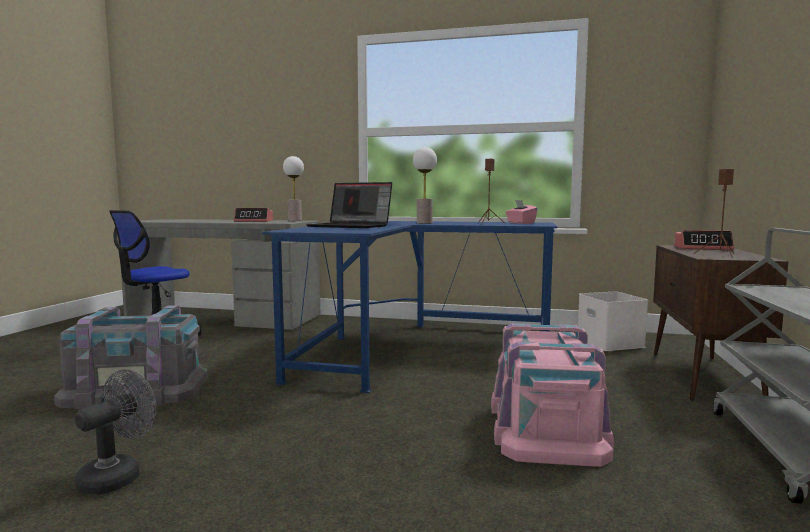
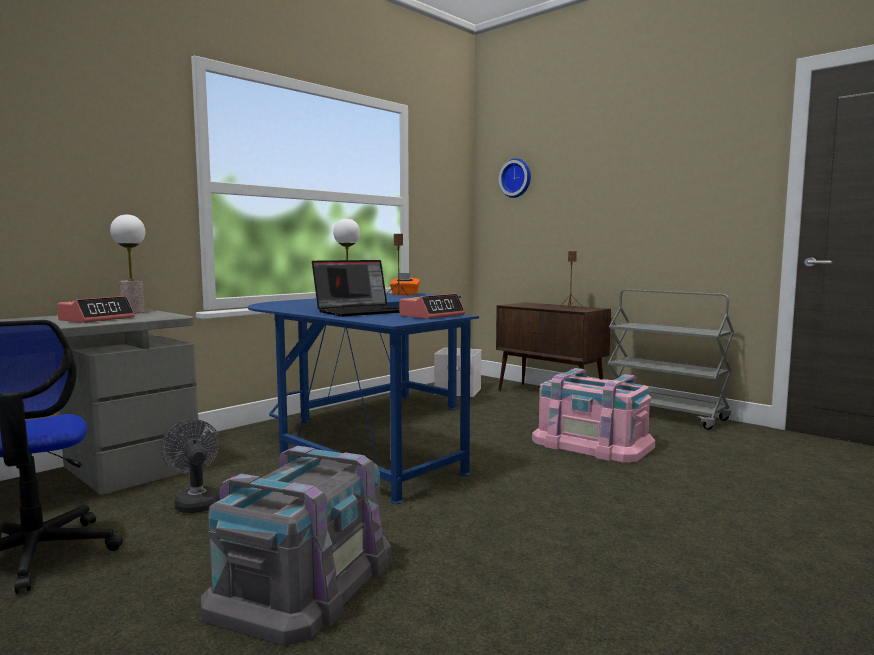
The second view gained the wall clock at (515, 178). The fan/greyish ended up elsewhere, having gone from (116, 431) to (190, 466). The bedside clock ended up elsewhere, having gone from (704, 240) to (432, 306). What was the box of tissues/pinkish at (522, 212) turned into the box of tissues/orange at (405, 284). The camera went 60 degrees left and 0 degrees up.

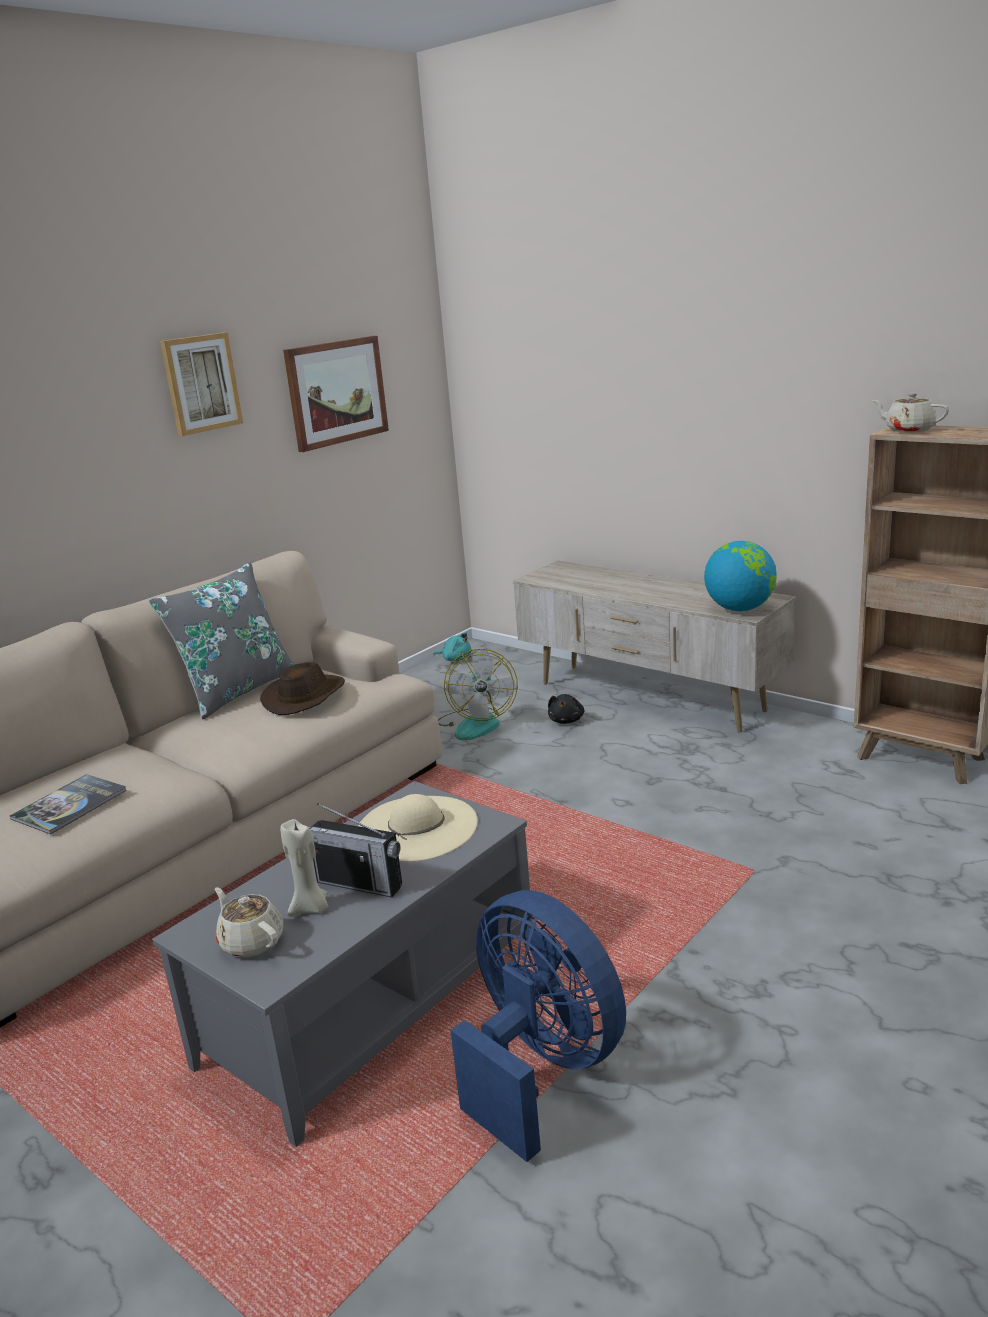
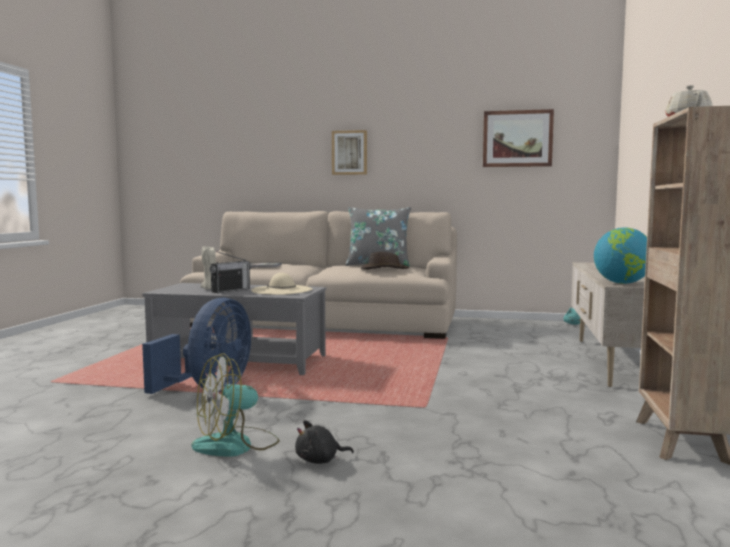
The second view lost the pot for tea/sand-coloured at (248, 922). The picture ended up elsewhere, having gone from (201, 384) to (349, 152). The fan ended up elsewhere, having gone from (478, 694) to (236, 405). The cuddly toy/black-coloured ended up elsewhere, having gone from (566, 709) to (324, 442). The radio at (355, 850) ended up facing another way, 135 degrees counterclockwise from before. The camera went 60 degrees right and 15 degrees down.

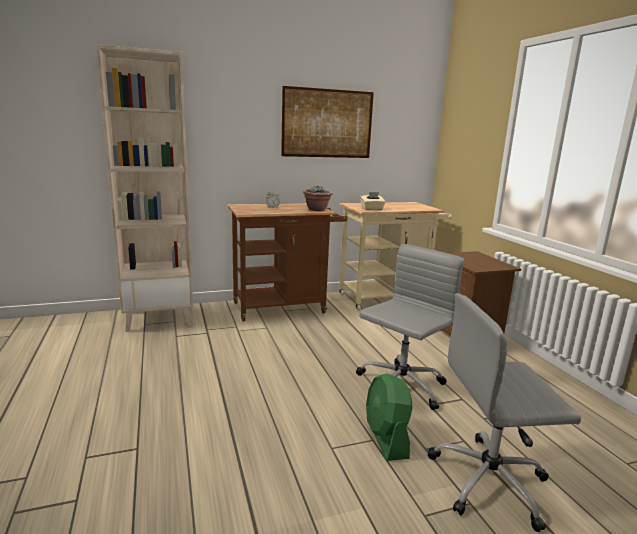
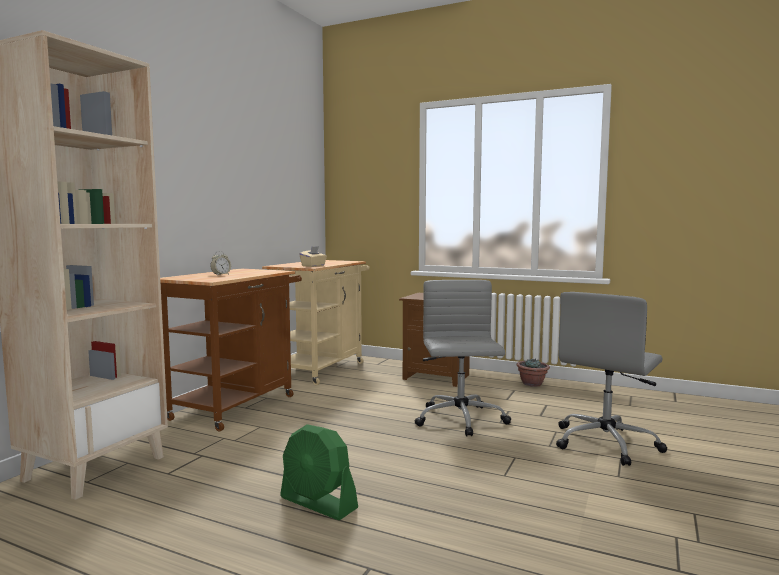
The second view lost the picture at (327, 122). The plant in a pot ended up elsewhere, having gone from (318, 198) to (533, 373). The fan/green-coloured ended up elsewhere, having gone from (389, 417) to (319, 472). The camera went 45 degrees left and 10 degrees down.

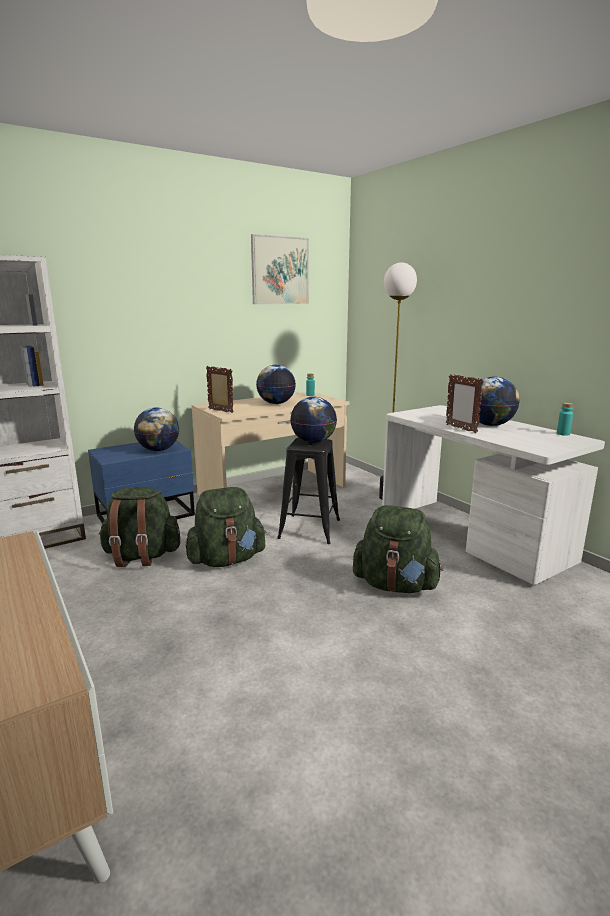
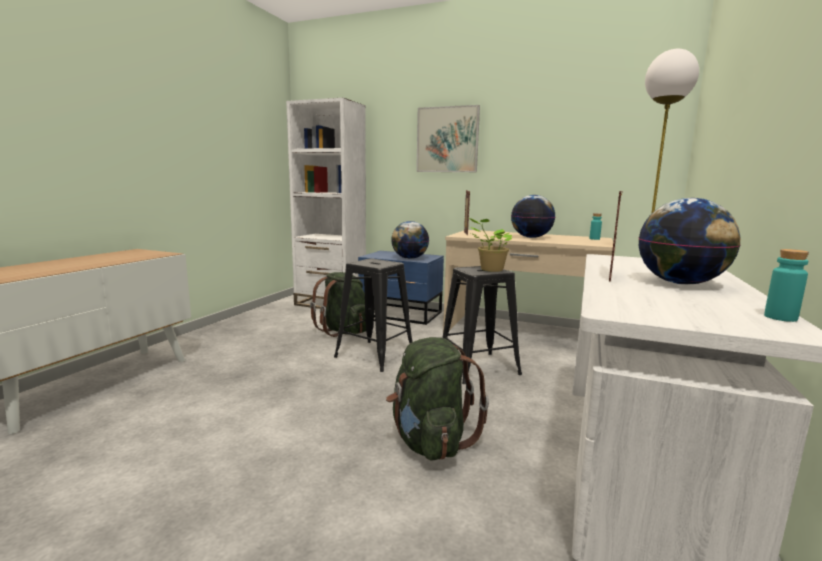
The picture ended up elsewhere, having gone from (280, 269) to (448, 138). Where the backpack/green-coloured stood at (226, 527), the sitting stool/black-coloured came to stand at (373, 315). Where the globe stood at (313, 420), the plant in a pot came to stand at (491, 245). The camera went 55 degrees right and 5 degrees down.

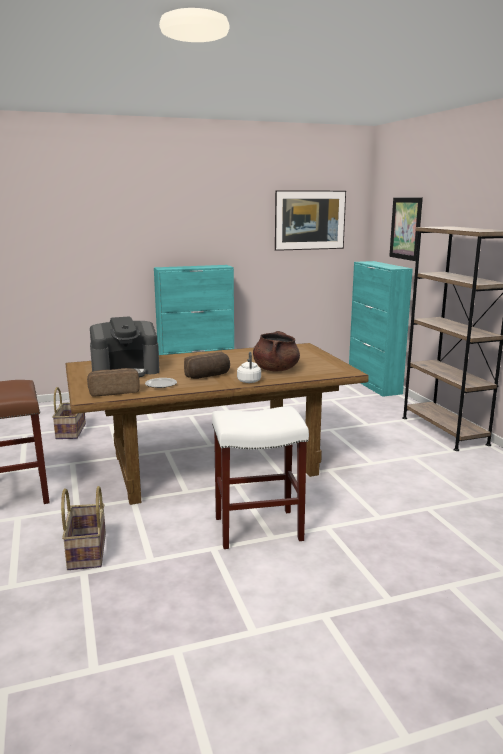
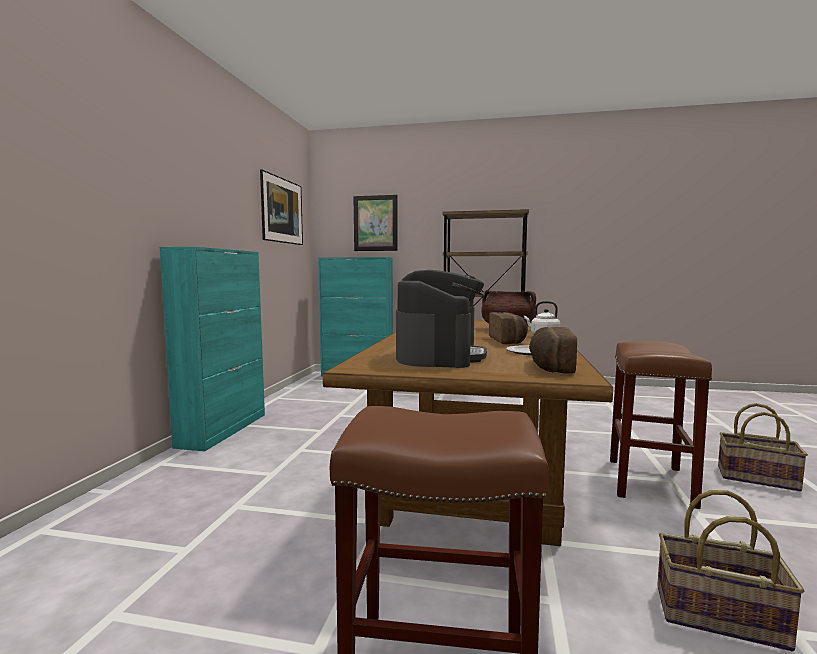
The household basket ended up elsewhere, having gone from (69, 413) to (763, 447). What was the sitting stool/whitish at (260, 477) turned into the sitting stool/brown at (661, 425). The camera went 60 degrees left and 10 degrees down.

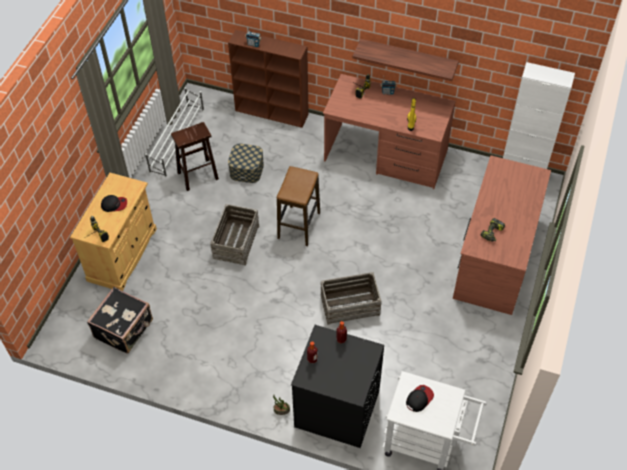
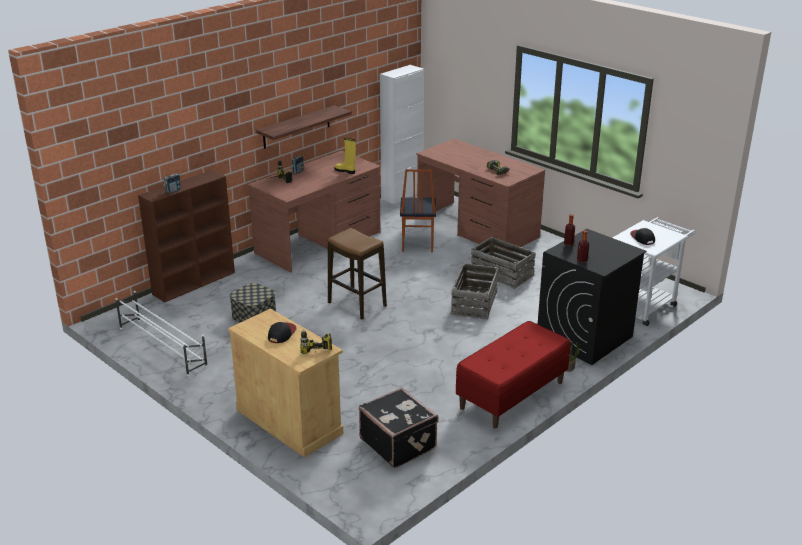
The second view lost the sitting stool/brown at (195, 156). The second view gained the chair at (418, 211). The second view gained the long seat/red at (513, 375). The packing crate ended up elsewhere, having gone from (235, 234) to (503, 263). The camera went 65 degrees left and 25 degrees down.

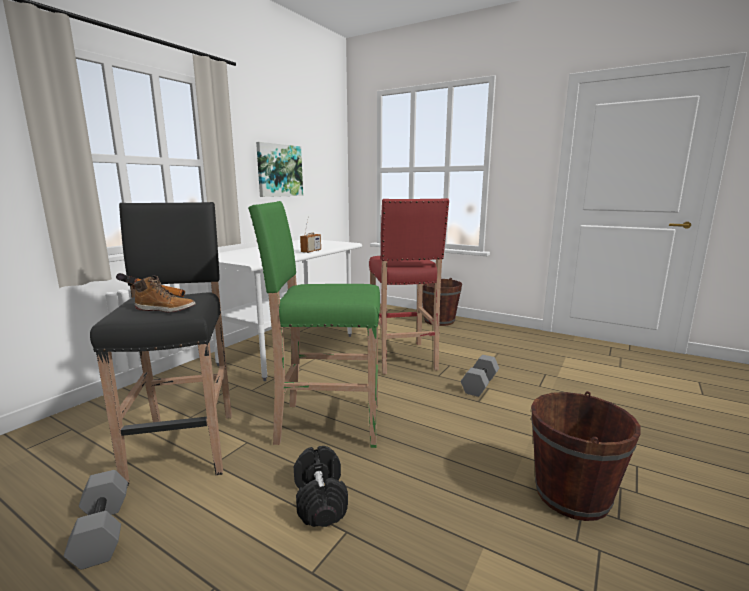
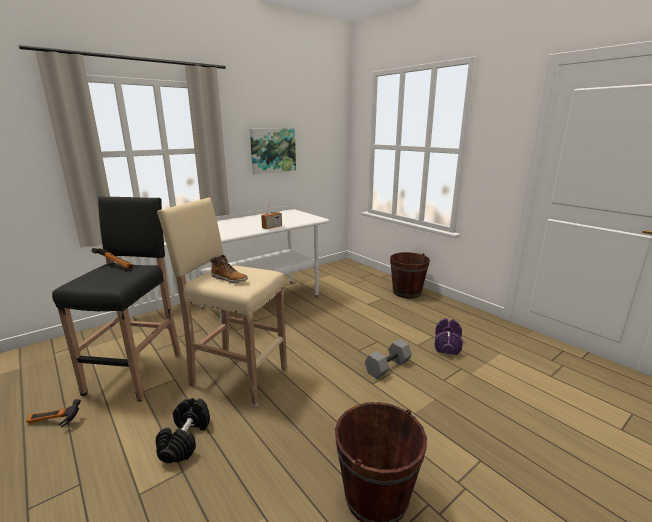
The second view lost the sitting stool/red at (409, 286). The second view gained the dumbbell/purplish at (448, 336). The high-top boot ended up elsewhere, having gone from (164, 294) to (229, 269). Where the dumbbell/greyish stood at (96, 520), the hammer came to stand at (53, 413). What was the sitting stool/green-coloured at (314, 324) turned into the sitting stool/sand-coloured at (222, 302). The camera went 20 degrees right and 5 degrees up.

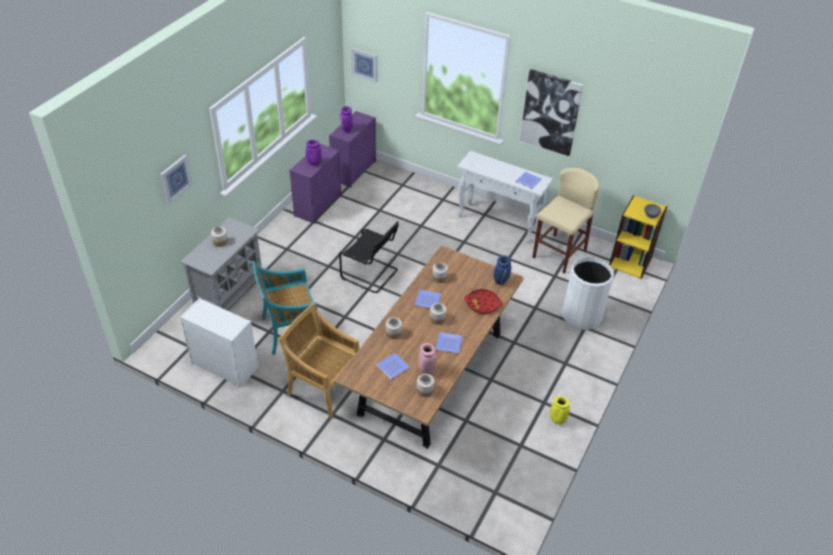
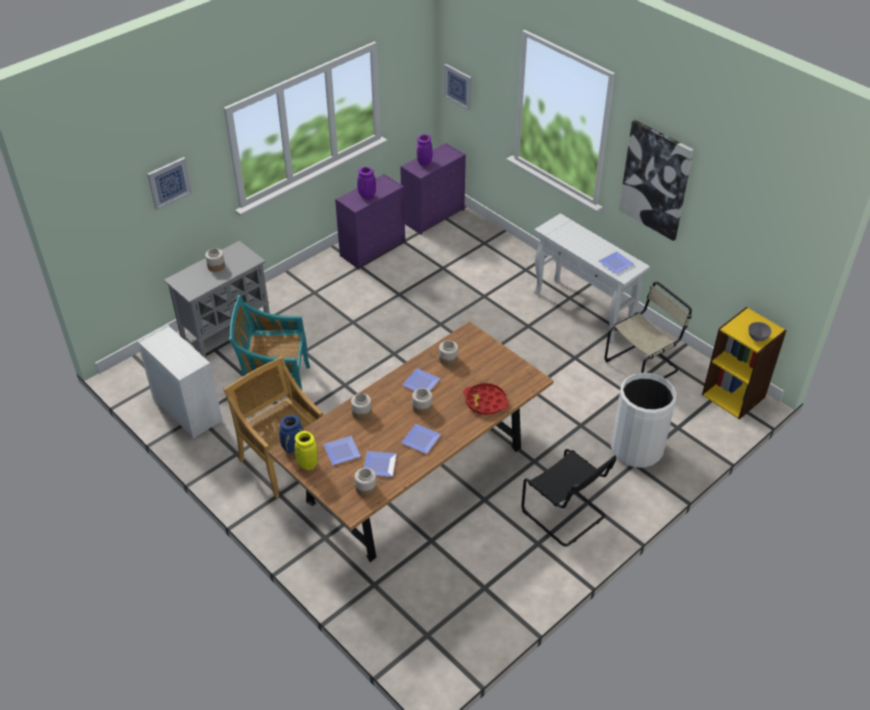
The chair/black-coloured ended up elsewhere, having gone from (369, 257) to (568, 497). The vase/blue ended up elsewhere, having gone from (502, 270) to (291, 434). The vase/yellowish ended up elsewhere, having gone from (560, 410) to (306, 450). Where the vase/pinkish stood at (427, 359), the plate came to stand at (380, 464). Where the sitting stool/sand-coloured stood at (566, 221), the chair/sand-coloured came to stand at (648, 330). The camera went 20 degrees right and 0 degrees up.

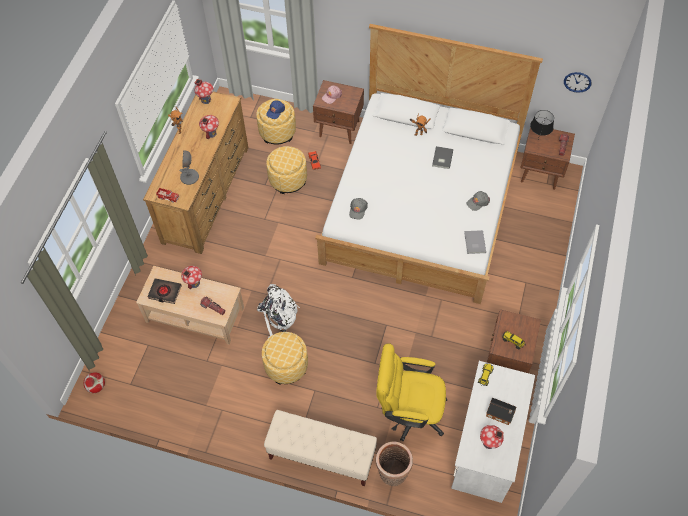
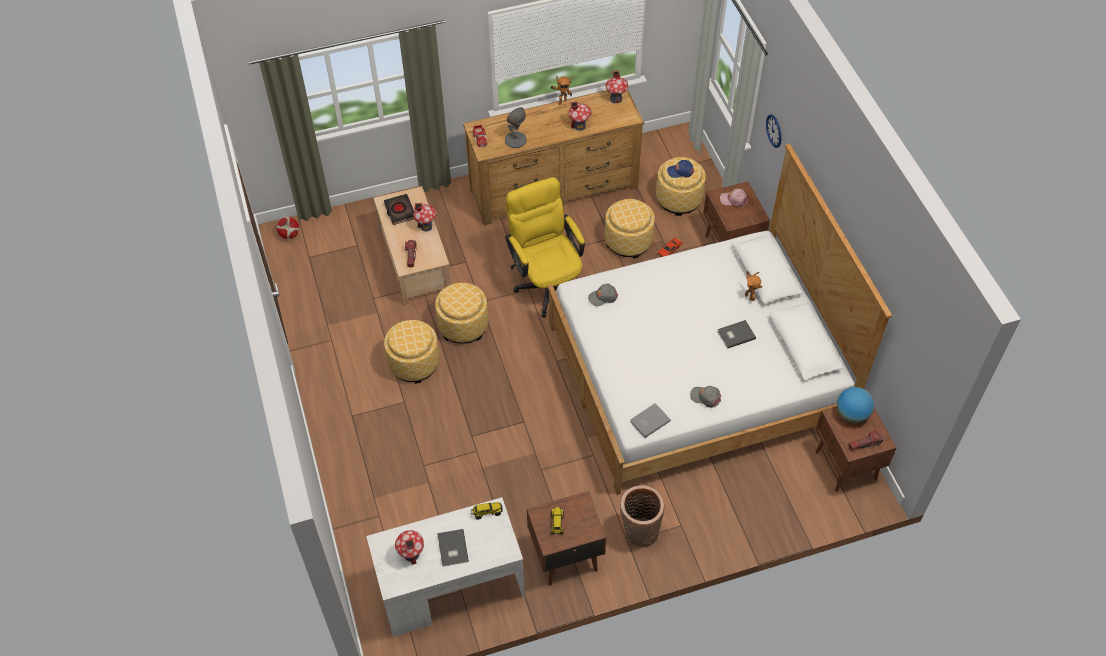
The second view lost the long seat/sand-coloured at (320, 448). The desk chair/yellowish ended up elsewhere, having gone from (411, 392) to (545, 247). The household basket ended up elsewhere, having gone from (394, 463) to (642, 516). The wall clock ended up elsewhere, having gone from (578, 82) to (774, 131). Where the backpack/whitish stood at (278, 311), the ottoman came to stand at (461, 313). Where the model house stood at (501, 411), the volume/greyish came to stand at (453, 548). Where the table lamp/black-coloured stood at (542, 124), the globe came to stand at (855, 405). The camera went 55 degrees right and 5 degrees down.

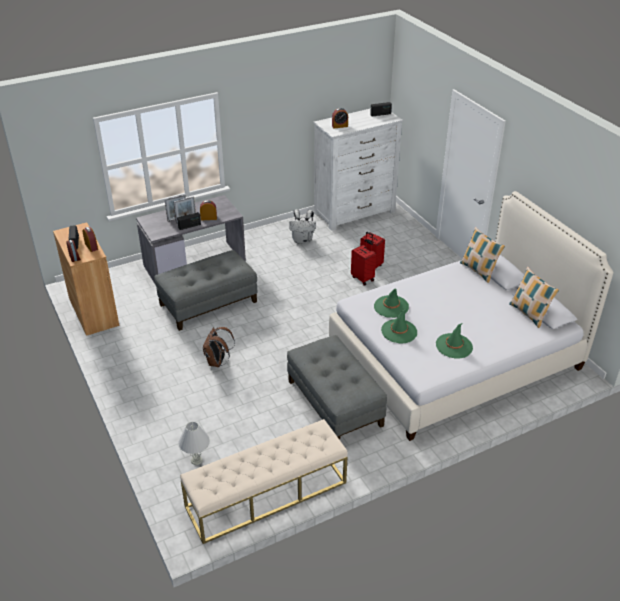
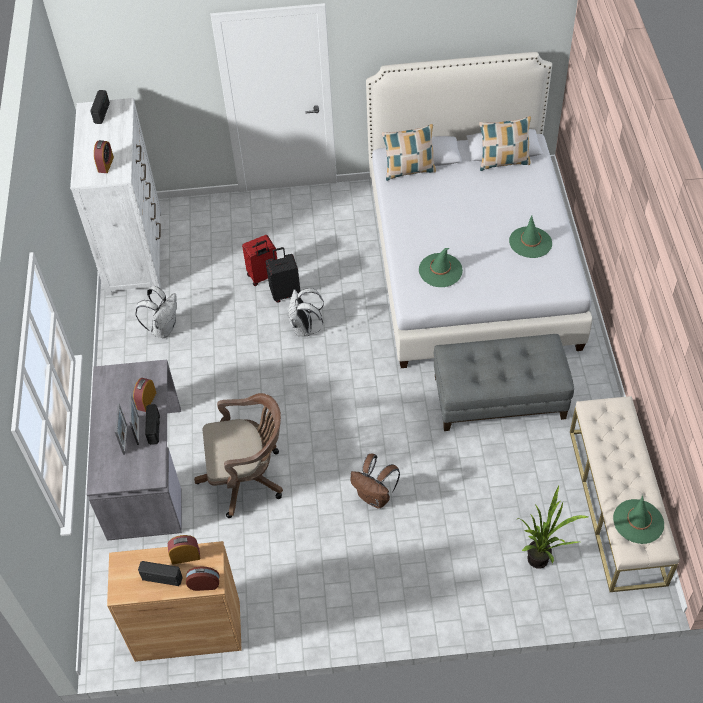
The second view gained the backpack/whitish at (306, 312). The clothing hat/green-coloured ended up elsewhere, having gone from (399, 326) to (638, 519). Where the ottoman/greyish stood at (205, 290), the desk chair/brown came to stand at (238, 455). Where the table lamp/whitish stood at (194, 443), the plant in a pot came to stand at (553, 527). What was the piece of luggage/red at (363, 262) turned into the piece of luggage/black-coloured at (283, 275). The camera went 65 degrees left and 15 degrees up.

